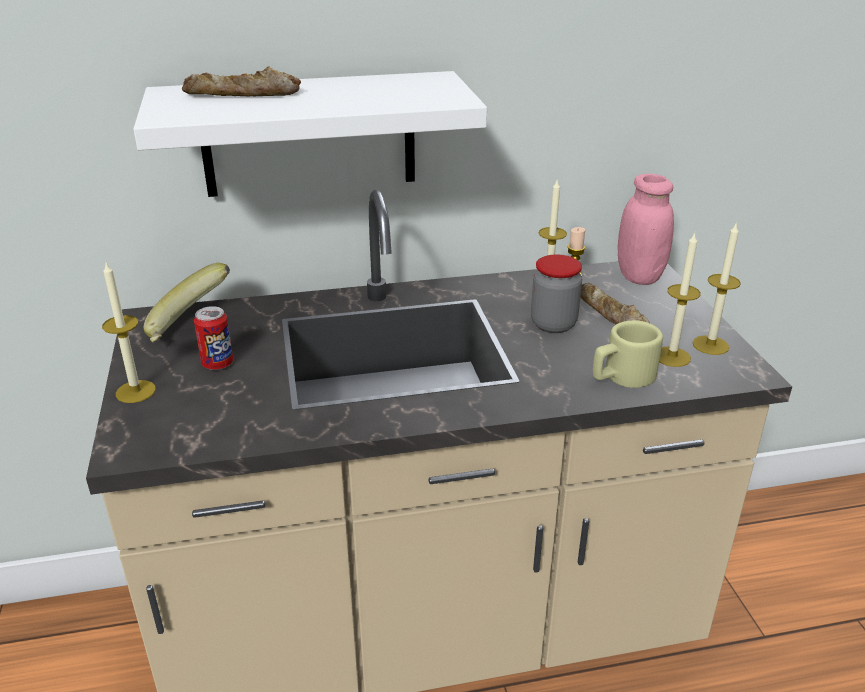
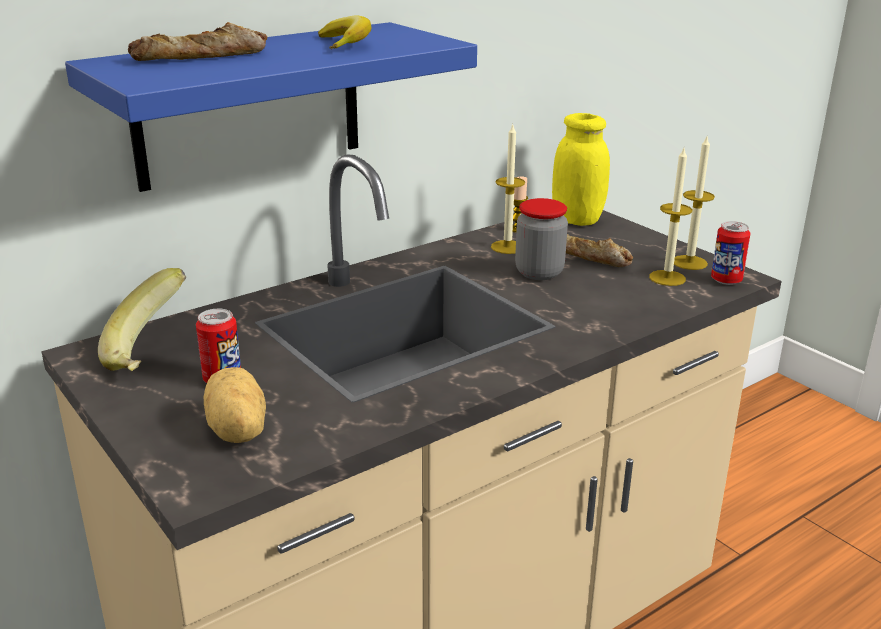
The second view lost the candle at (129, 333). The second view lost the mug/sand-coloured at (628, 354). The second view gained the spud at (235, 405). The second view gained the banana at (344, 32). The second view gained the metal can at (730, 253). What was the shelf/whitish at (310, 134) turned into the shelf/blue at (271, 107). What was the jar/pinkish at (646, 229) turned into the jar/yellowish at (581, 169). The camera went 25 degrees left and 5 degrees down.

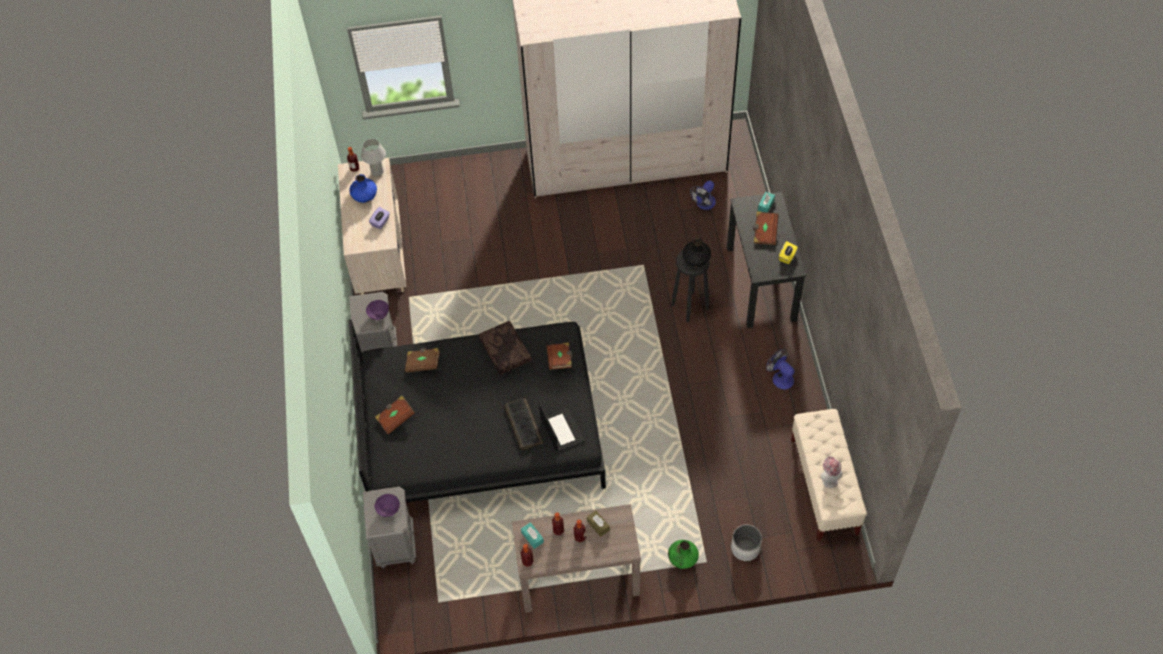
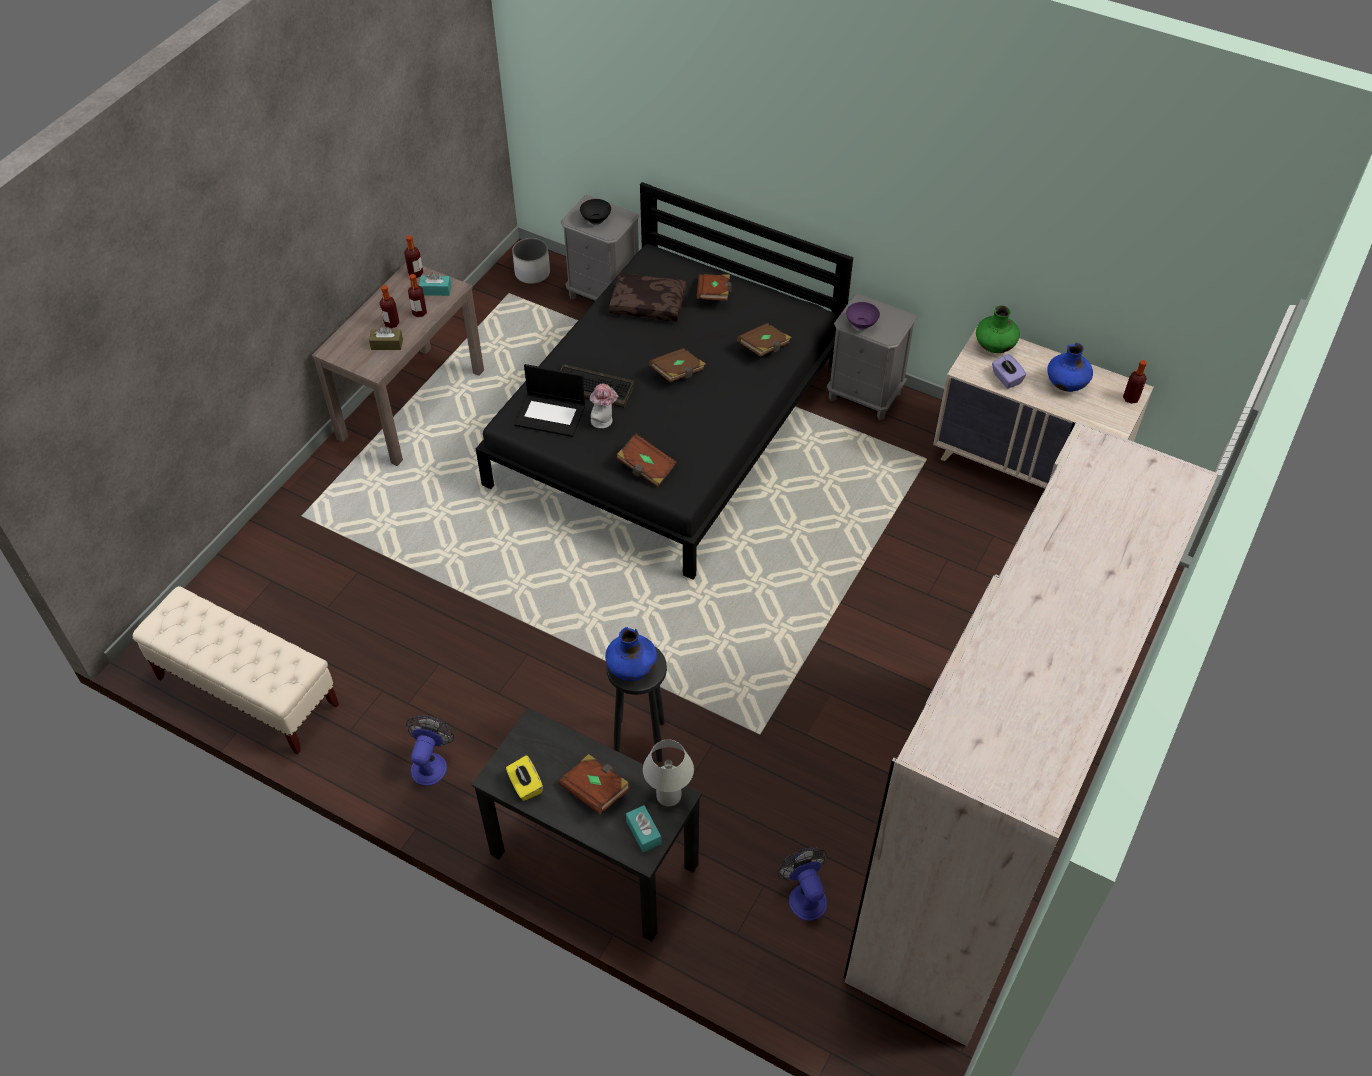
The second view gained the volume/brown at (677, 365). The table lamp/whitish ended up elsewhere, having gone from (373, 157) to (668, 773). The cushion/brown ended up elsewhere, having gone from (505, 348) to (648, 297). The vase/green-coloured ended up elsewhere, having gone from (683, 554) to (998, 329). The plant pot/whitish ended up elsewhere, having gone from (746, 543) to (531, 261). The clothing hat ended up elsewhere, having gone from (831, 472) to (604, 406). What was the deep dish/purplish at (387, 505) turned into the deep dish/black-coloured at (595, 212). What was the vase/black-coloured at (696, 252) turned into the vase/blue at (631, 654). The fan at (780, 369) ended up facing another way, 75 degrees counterclockwise from before. The camera went 125 degrees right and 5 degrees down.

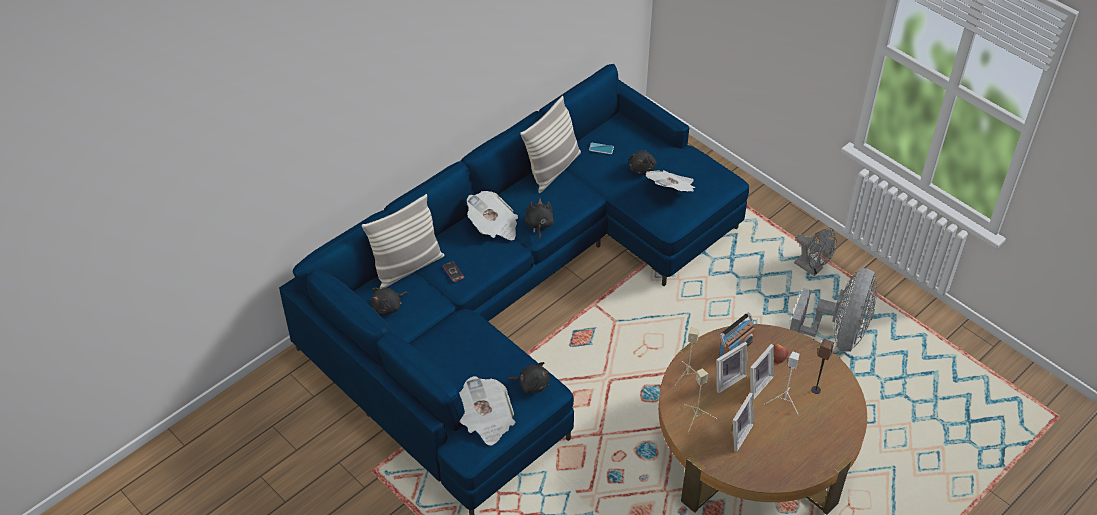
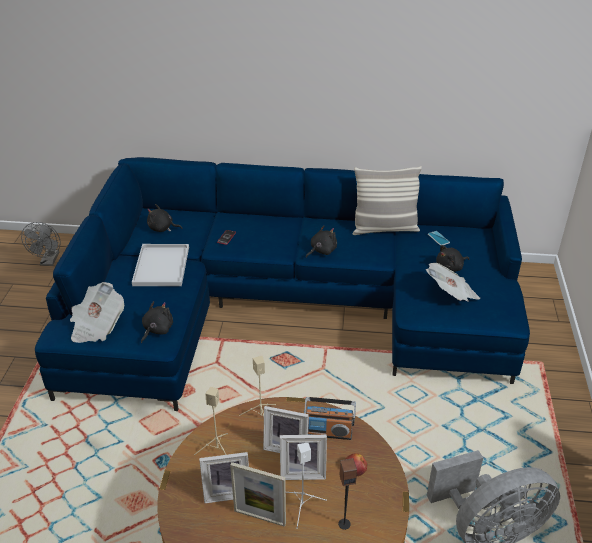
The second view lost the cushion at (403, 241). The second view lost the printed paper at (492, 215). The second view gained the serving tray/whitish at (160, 265). The second view gained the standing frame at (258, 494). The fan/greyish ended up elsewhere, having gone from (815, 251) to (41, 244). The cuddly toy/black-coloured at (528, 378) ended up facing another way, 120 degrees counterclockwise from before. The camera went 50 degrees right and 10 degrees down.

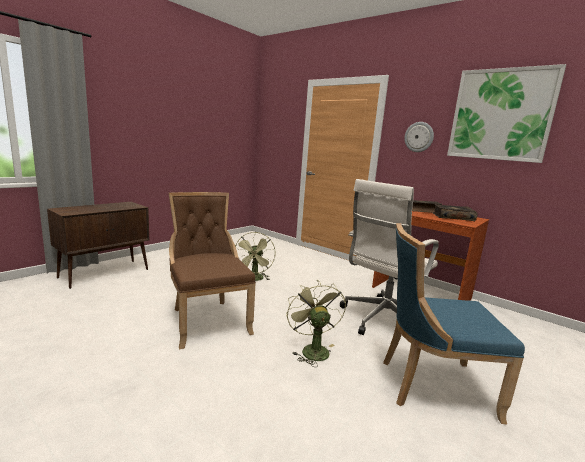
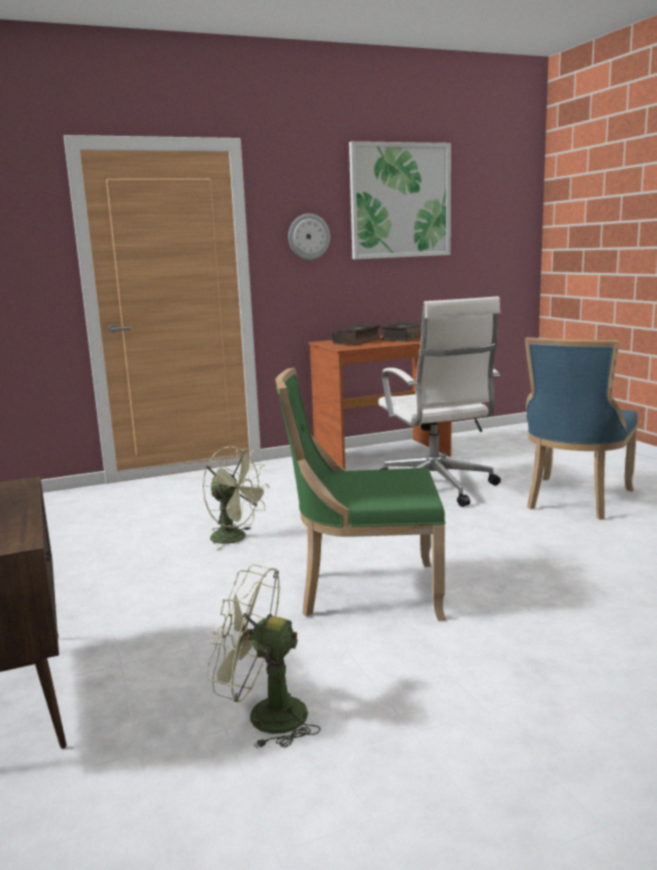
The fan/green-coloured ended up elsewhere, having gone from (316, 323) to (264, 656). What was the chair/brown at (212, 270) turned into the chair/green-coloured at (361, 494). The camera went 60 degrees left and 0 degrees up.

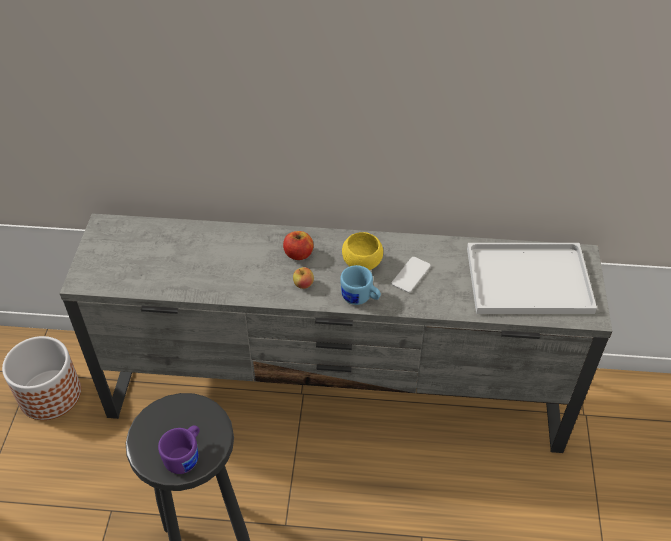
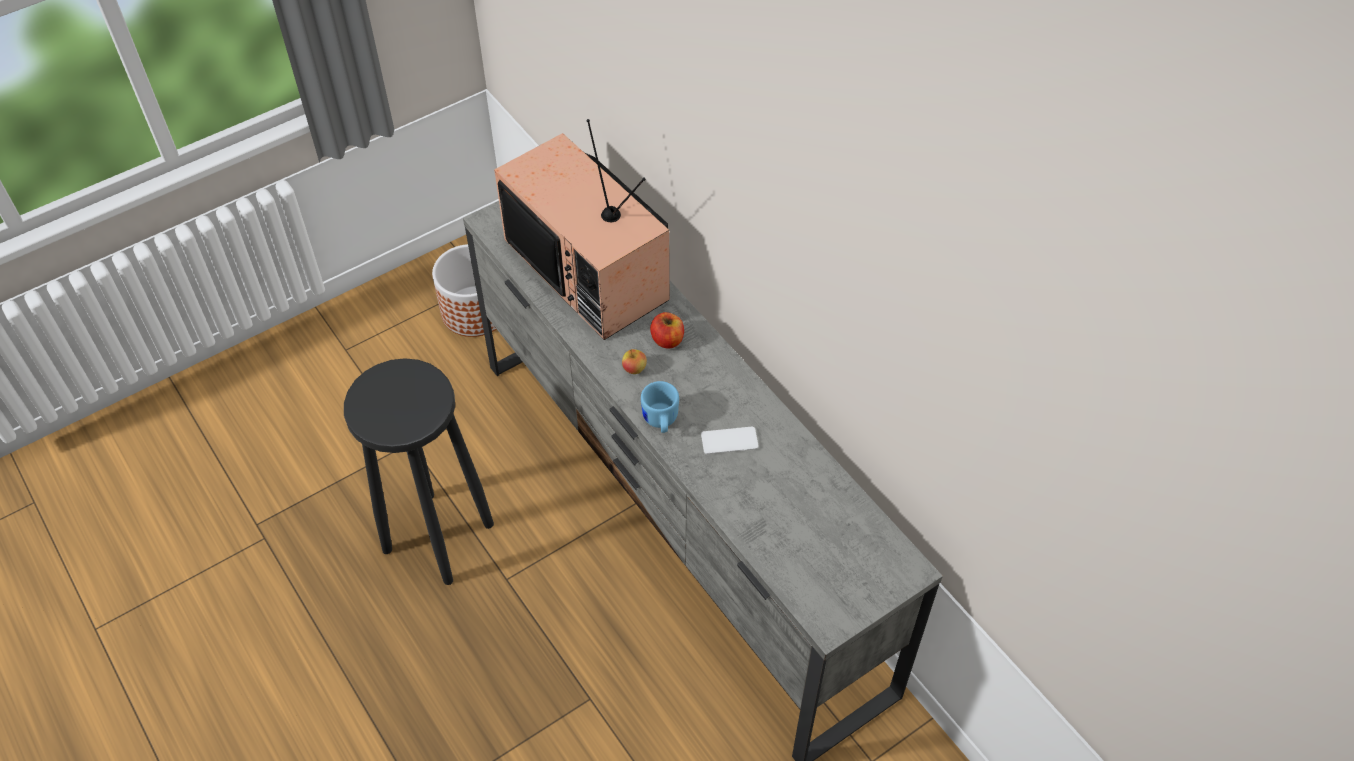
The second view lost the mug/purplish at (179, 449). The second view lost the deep dish/yellowish at (362, 251). The second view lost the serving tray/whitish at (532, 278). The second view gained the television at (582, 229). The camera went 50 degrees right and 5 degrees up.

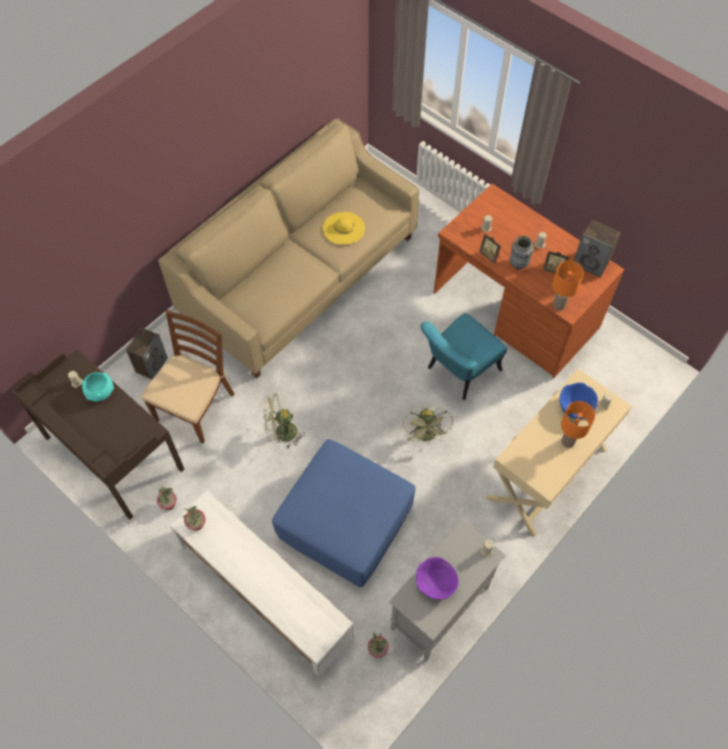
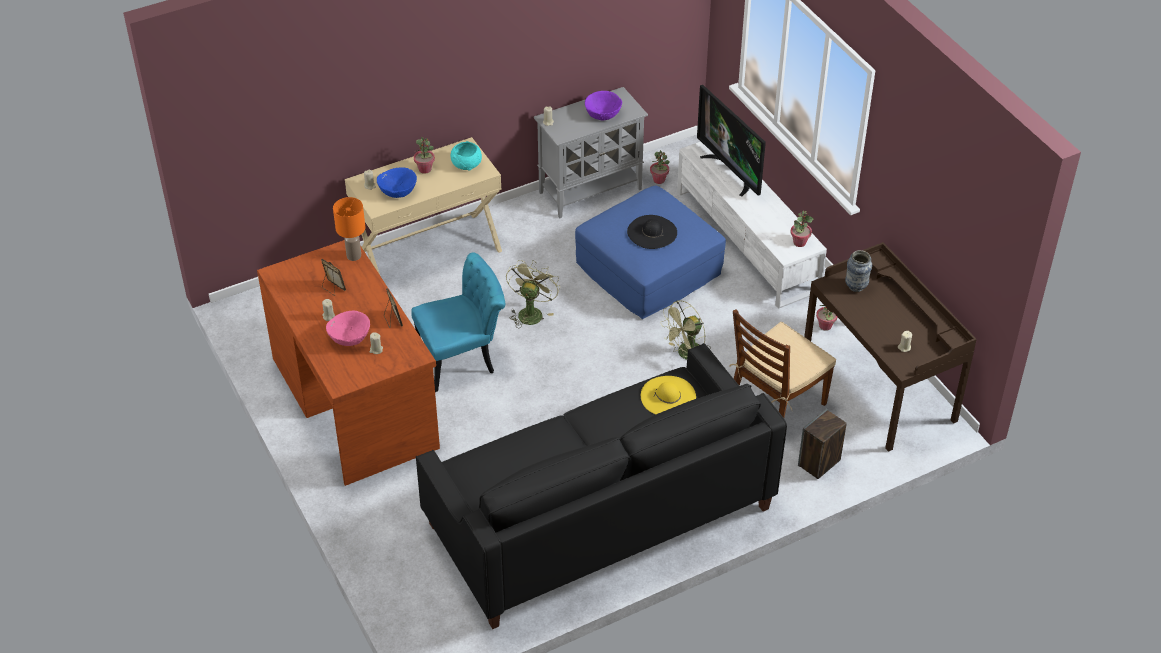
The second view lost the loudspeaker at (597, 248). The second view gained the deep dish/pinkish at (348, 328). The second view gained the clothing hat/black-coloured at (652, 232). The second view gained the television at (731, 140). The deep dish/turquoise ended up elsewhere, having gone from (98, 387) to (466, 155). The clothing hat/yellowish ended up elsewhere, having gone from (344, 228) to (668, 395). The vase ended up elsewhere, having gone from (522, 253) to (858, 271). Where the table lamp/orange stood at (578, 424), the plant in a pot came to stand at (424, 155). What was the couch/sand-coloured at (288, 248) turned into the couch/black-coloured at (601, 486). The fan/green-coloured at (284, 421) ended up facing another way, 135 degrees clockwise from before. The camera went 160 degrees left and 15 degrees down.

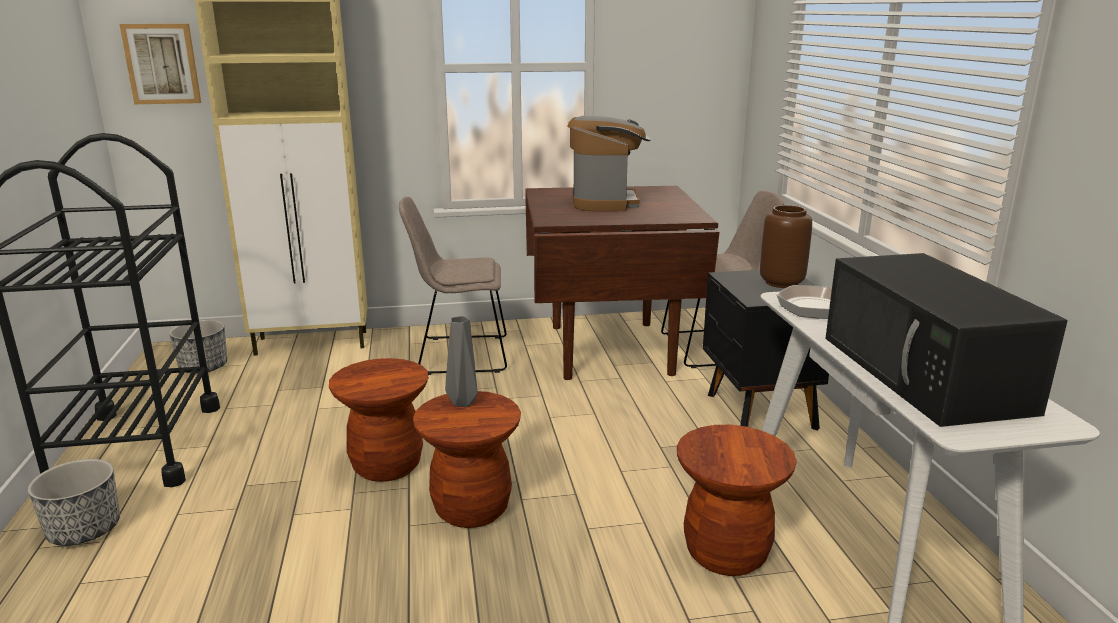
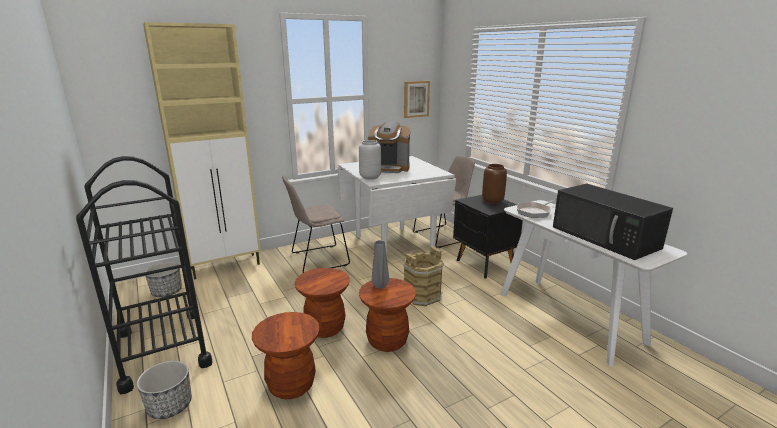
The second view gained the vase/greyish at (370, 160). The second view gained the bucket/brown at (423, 277). The picture ended up elsewhere, having gone from (160, 64) to (417, 99). The sitting stool/brown ended up elsewhere, having gone from (737, 500) to (286, 355). What was the dining table/brown at (622, 283) turned into the dining table/whitish at (397, 206). The coffee maker at (609, 163) ended up facing another way, 120 degrees clockwise from before. The camera went 20 degrees left and 0 degrees up.

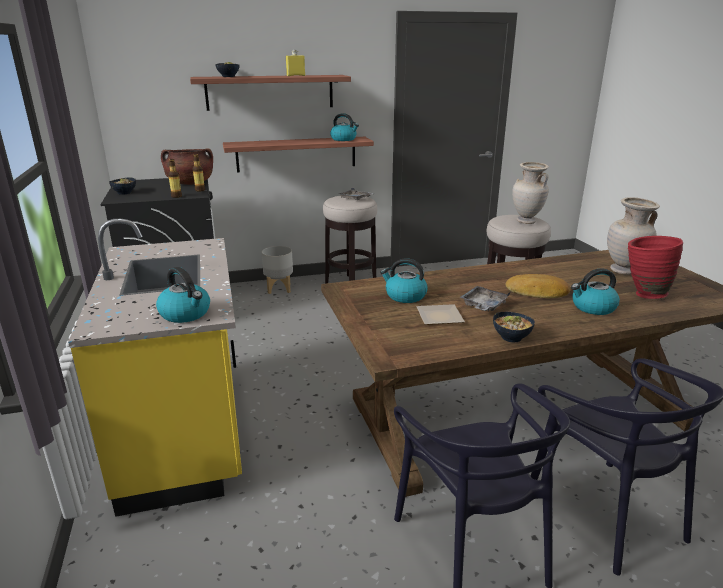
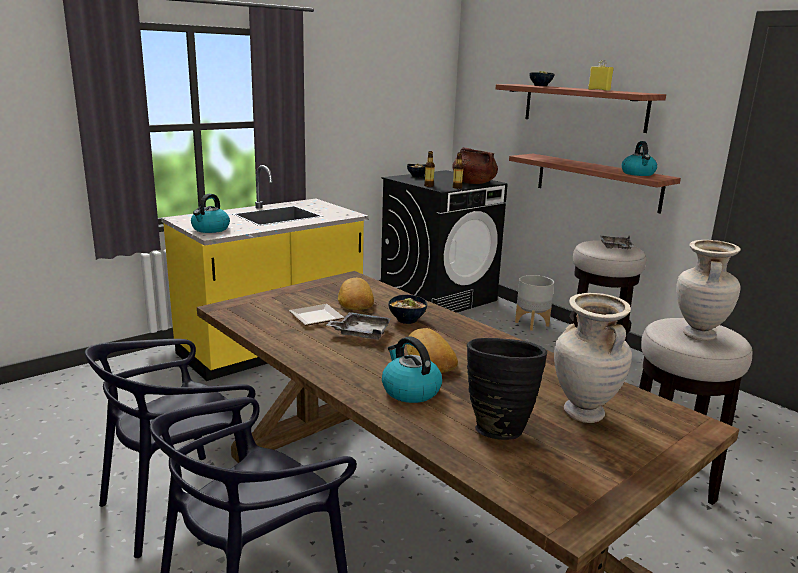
The deep dish ended up elsewhere, having gone from (514, 326) to (408, 309). Where the kettle stood at (404, 280), the bakery bread came to stand at (356, 294). What was the vase/red at (655, 267) turned into the vase/black-coloured at (507, 389). The camera went 65 degrees right and 5 degrees down.

